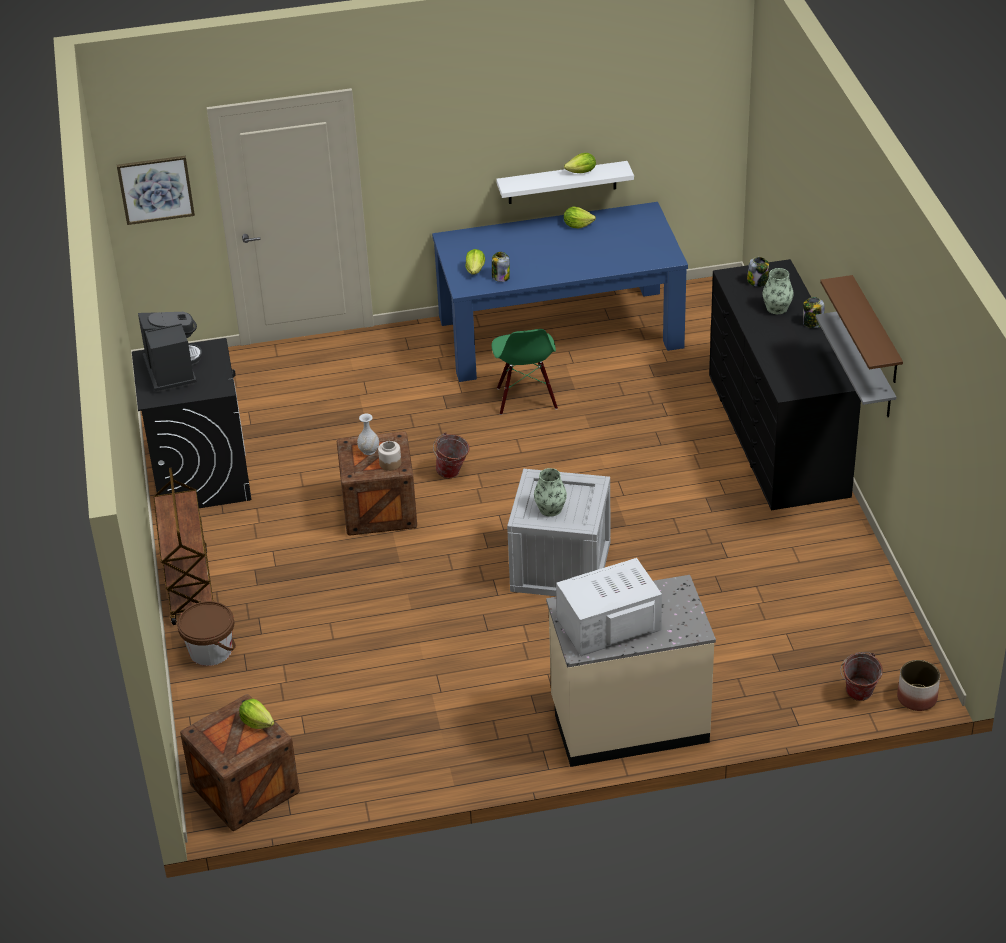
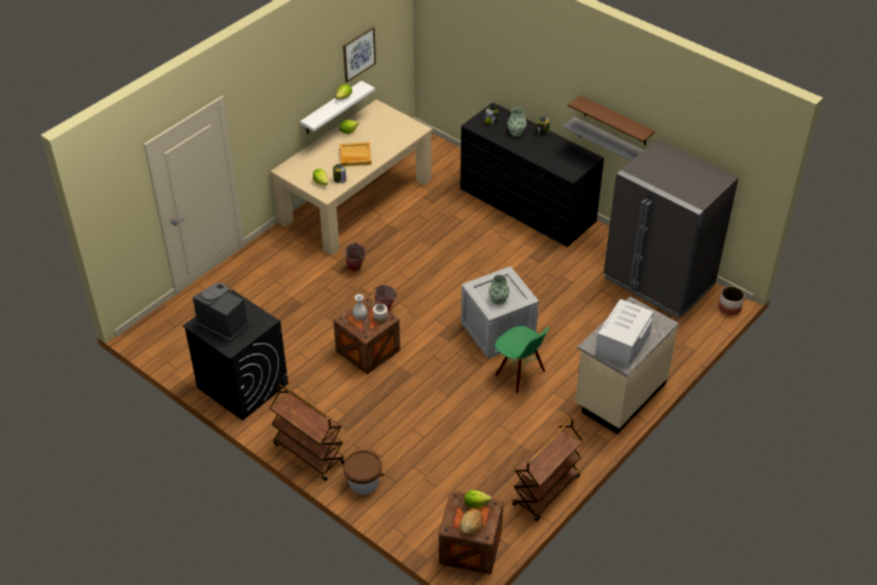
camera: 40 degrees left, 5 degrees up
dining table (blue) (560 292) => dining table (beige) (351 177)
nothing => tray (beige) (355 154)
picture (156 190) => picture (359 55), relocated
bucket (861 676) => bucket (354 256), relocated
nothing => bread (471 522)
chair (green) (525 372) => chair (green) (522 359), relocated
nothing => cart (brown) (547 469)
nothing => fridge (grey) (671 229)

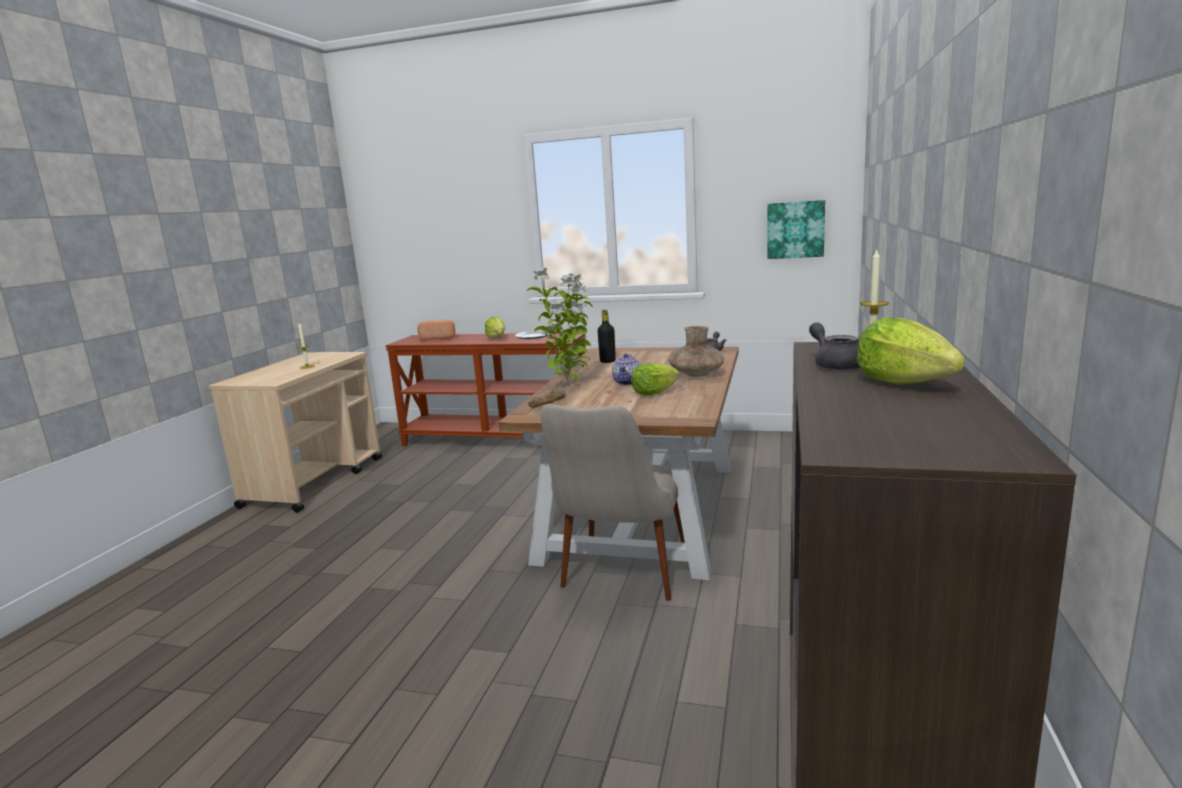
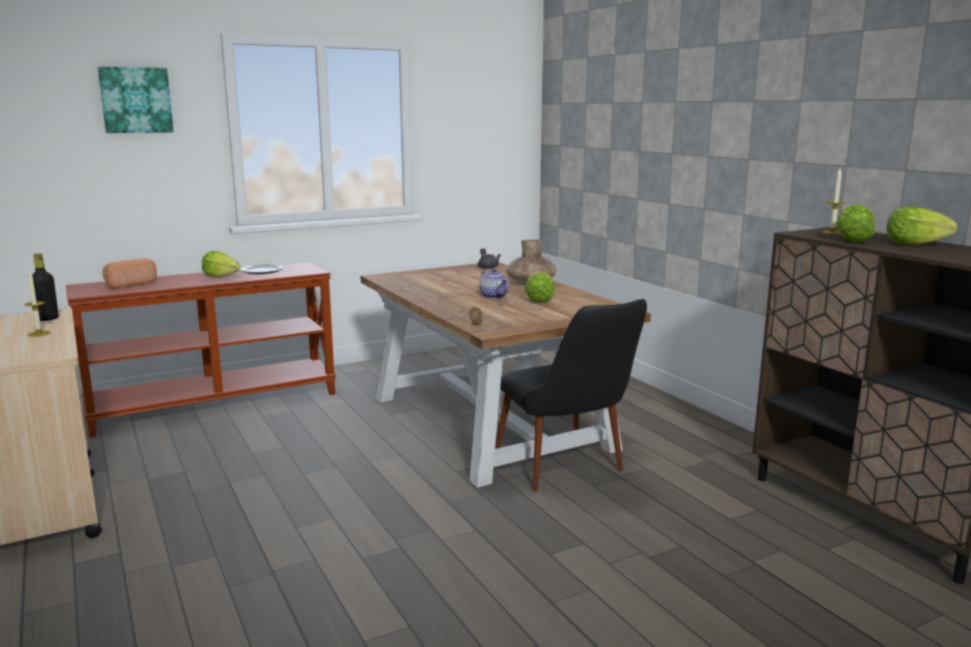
camera: 45 degrees left, 0 degrees up
bottle (black) (606 336) => bottle (black) (46 287), relocated
picture (796 229) => picture (136 99), relocated
chair (beige) (613 502) => chair (black) (571 395)
teapot (grey) (835 346) => lettuce (855 223)
potted plant (560 326) => nothing

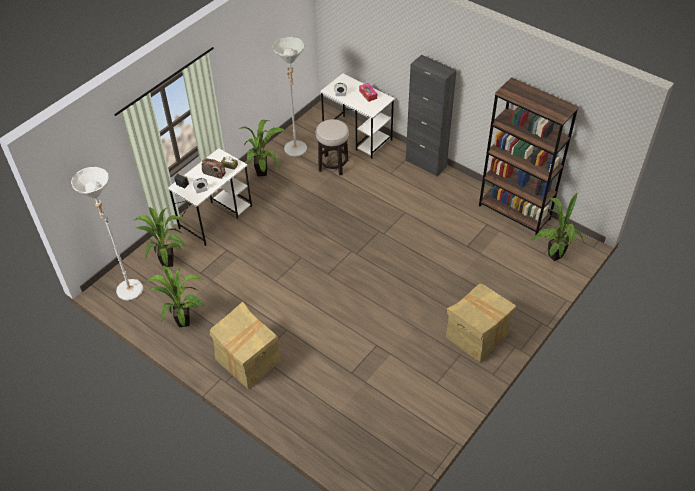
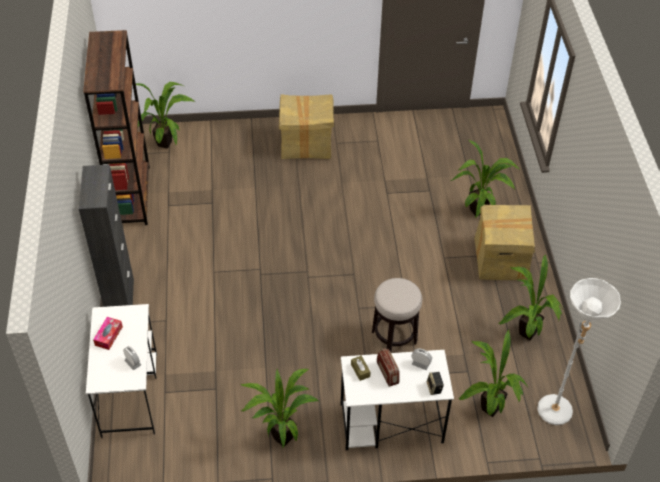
camera: 135 degrees left, 0 degrees up
stool (332 147) => stool (397 315), relocated
nothing => potted plant (485 178)
floor lamp (grey) (290 97) => nothing

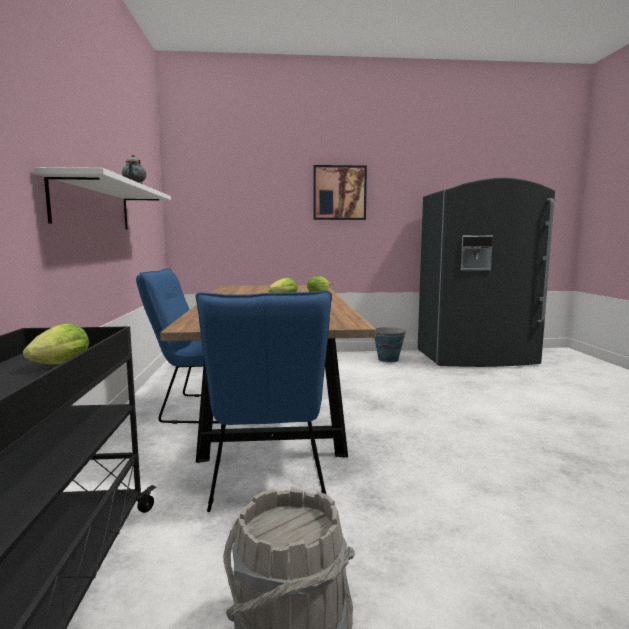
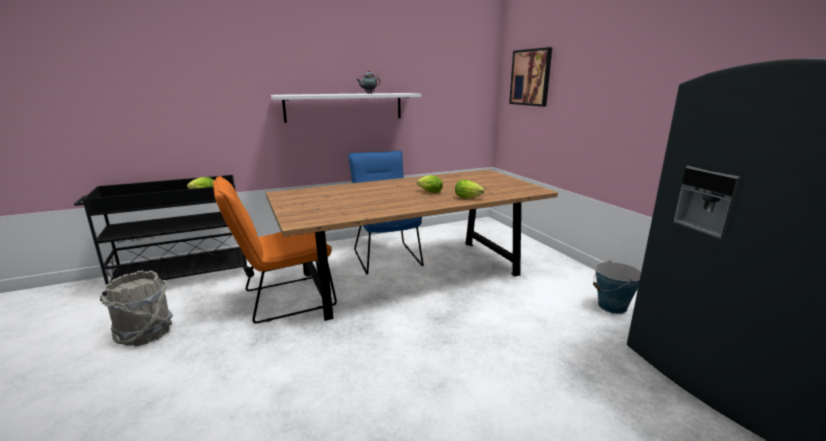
camera: 70 degrees right, 10 degrees up
chair (blue) (263 401) => chair (orange) (275 249)
picture (340 192) => picture (530 77), relocated

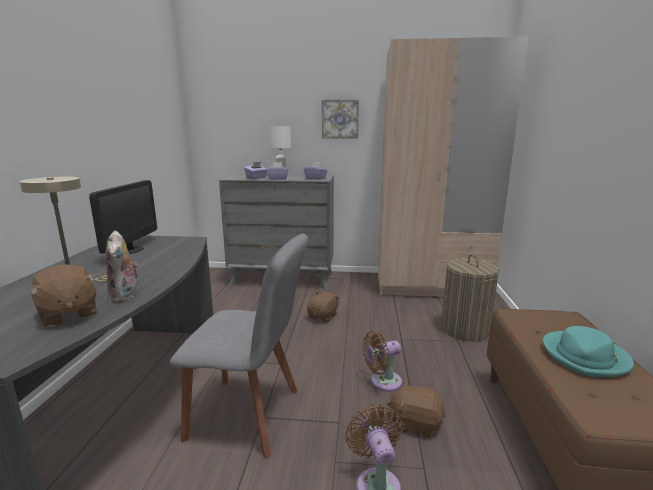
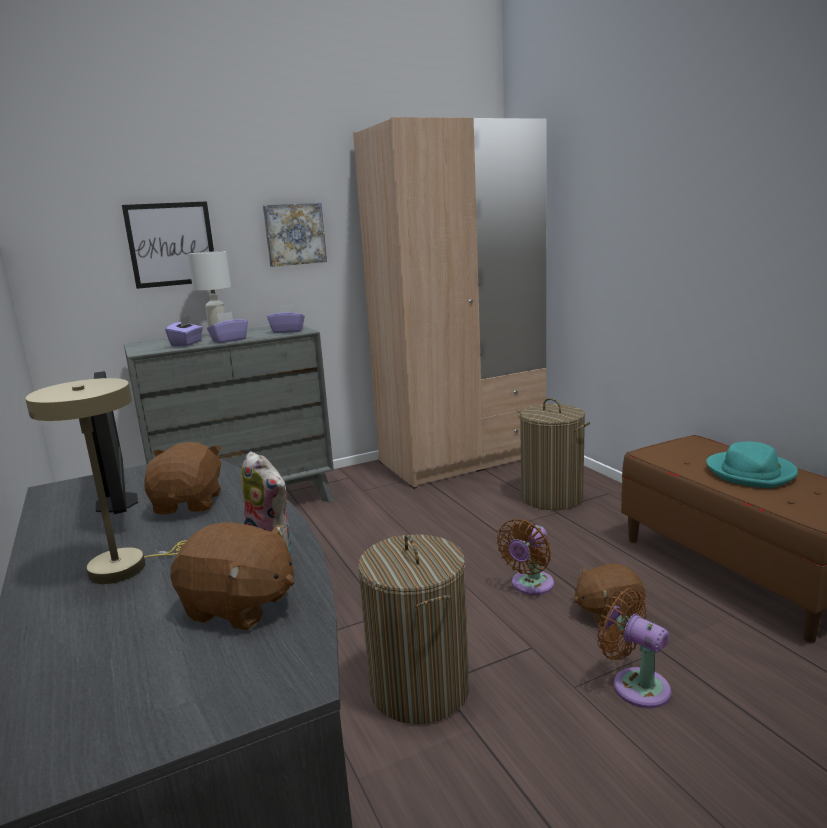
camera: 30 degrees left, 0 degrees up
nothing => picture (168 245)
plush toy (brown) (323 307) => plush toy (brown) (183 478), relocated
chair (grey) (239 346) => laundry basket (413 629)

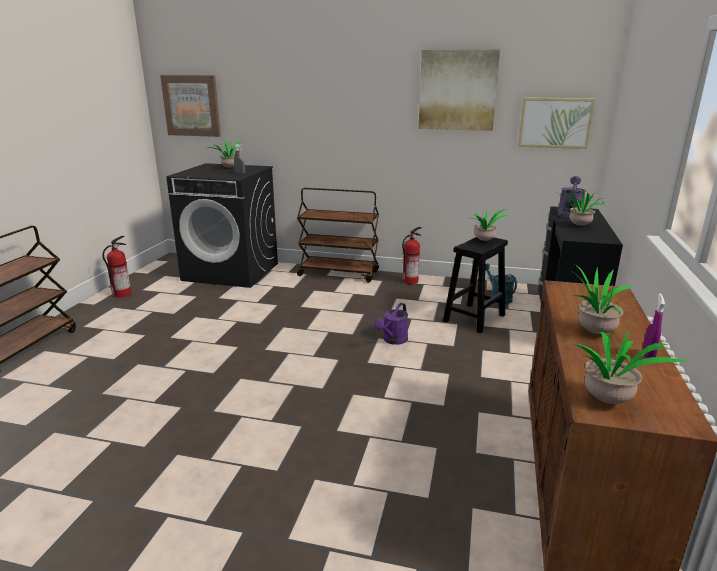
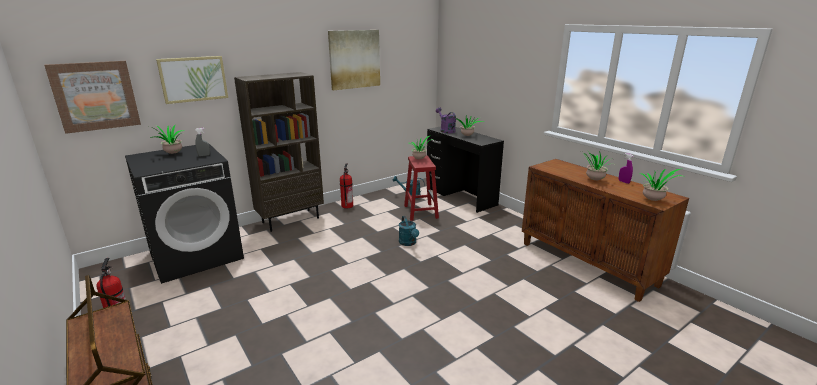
camera: 50 degrees left, 0 degrees up
picture (556 123) => picture (192 80), relocated
cart (brown) (338 235) => bookcase (brown) (279 152)
watering can (purple) (391 324) => watering can (turquoise) (409 231)
stool (black) (475 285) => stool (red) (421 188)

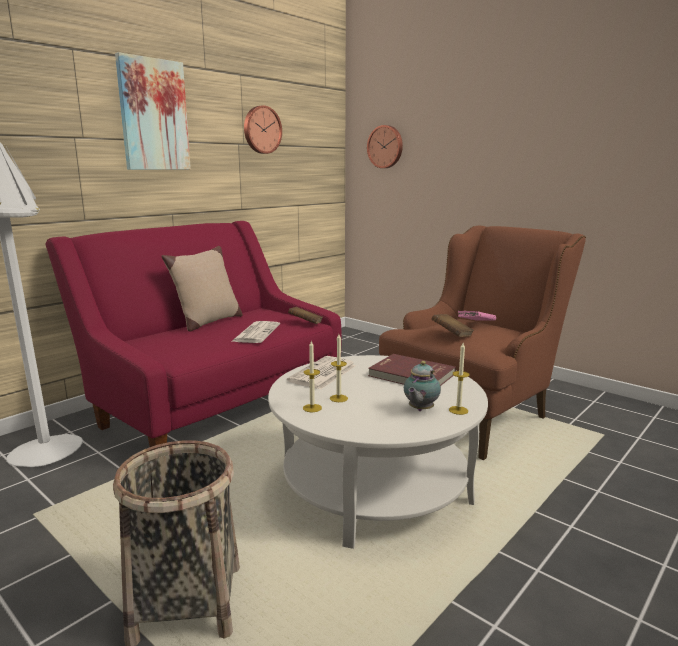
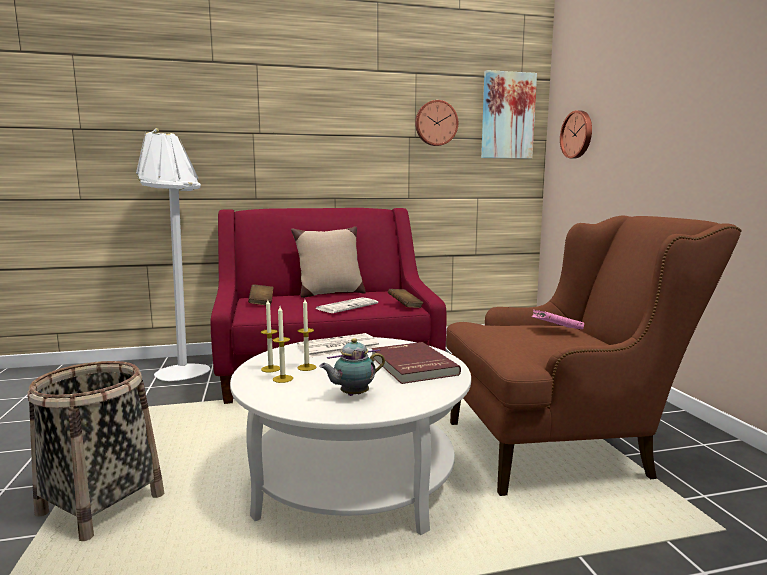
camera: 35 degrees right, 5 degrees down
book (brown) (453 325) => book (brown) (261 295), relocated
candle (459 379) => candle (283 344), relocated
picture (153 111) => picture (509 114), relocated

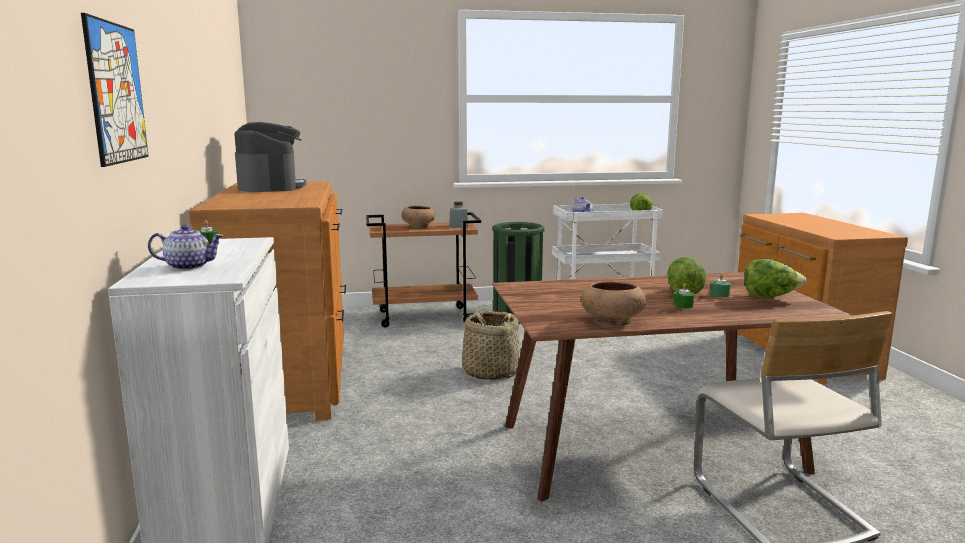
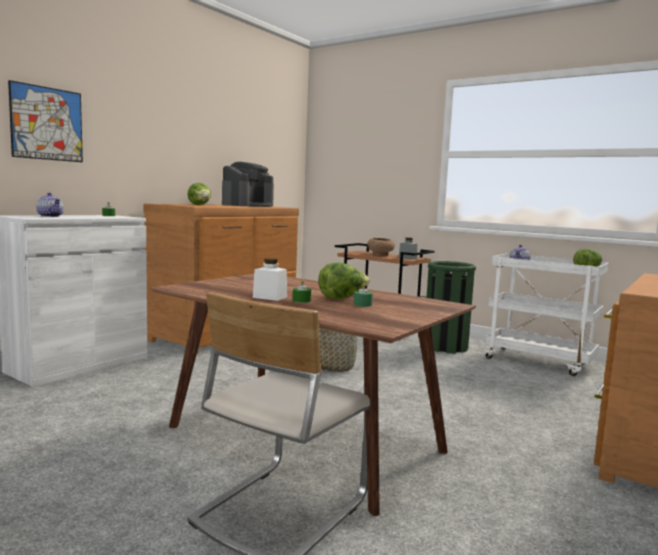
camera: 45 degrees right, 5 degrees down
lettuce (775 278) => lettuce (199 194), relocated
nothing => jar (white) (270 279)
bowl (brown) (613 304) => nothing

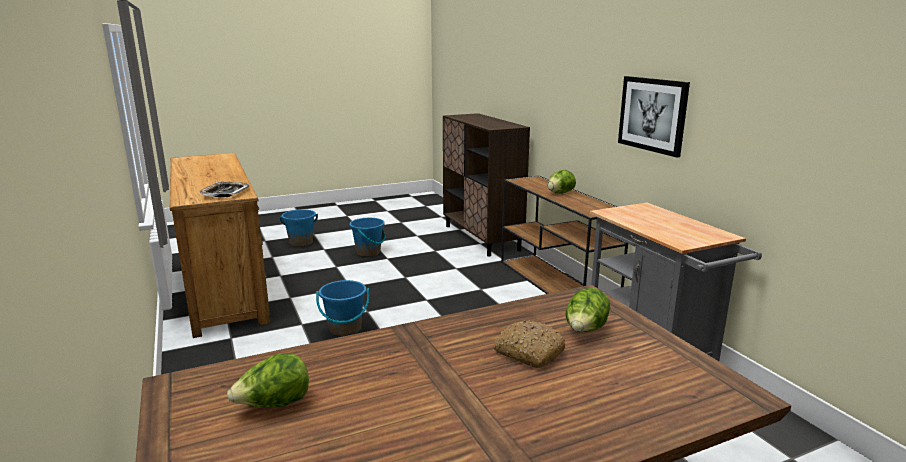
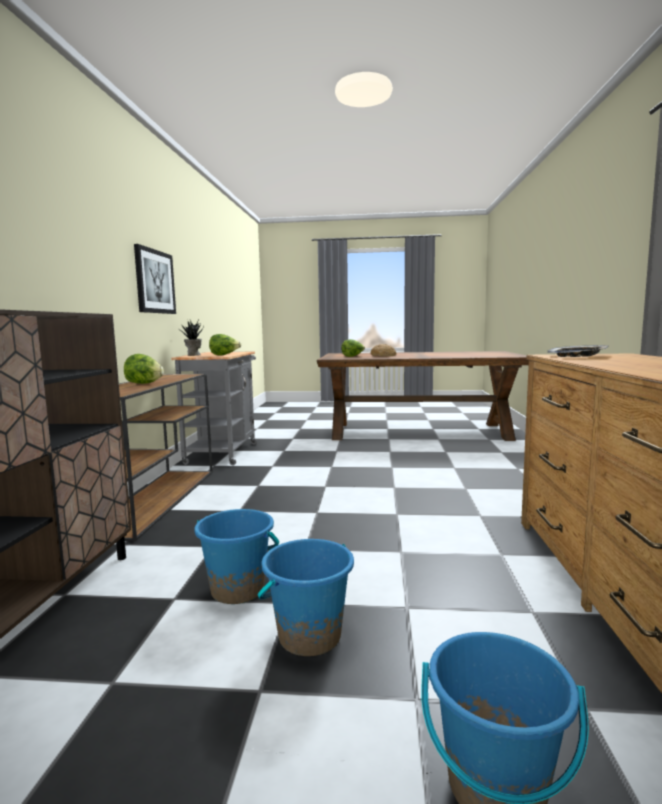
camera: 150 degrees left, 10 degrees down
nothing => potted plant (192 337)
bucket (blue) (342 308) => bucket (blue) (236 556), relocated
lettuce (268 380) => lettuce (225 345), relocated

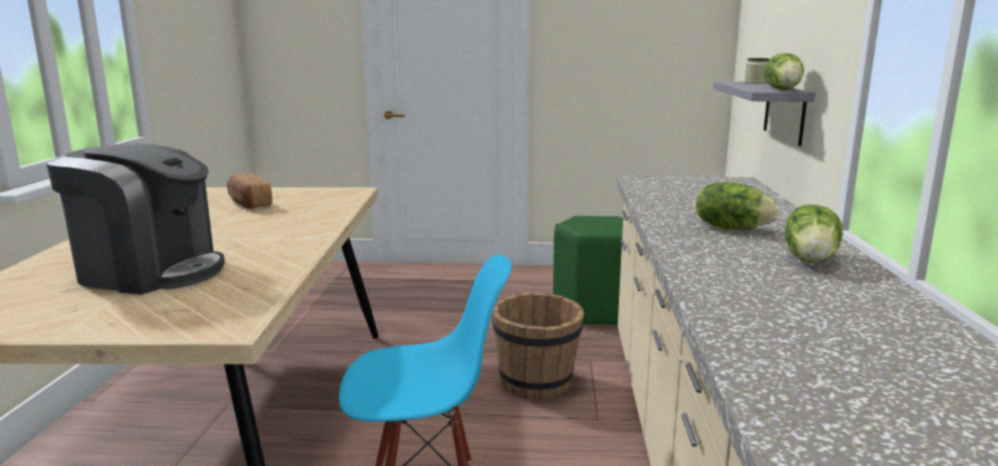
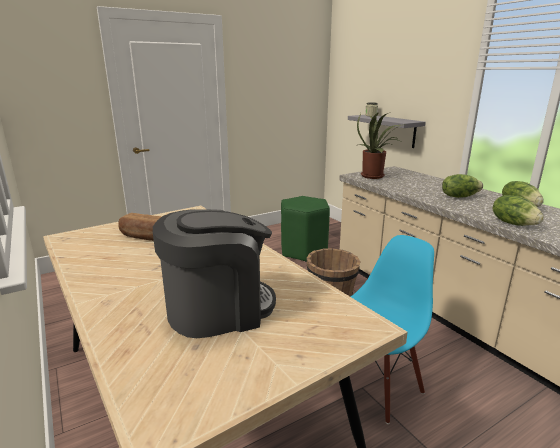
camera: 35 degrees left, 5 degrees up
nothing => potted plant (381 145)
lettuce (784 71) => lettuce (518 210), relocated

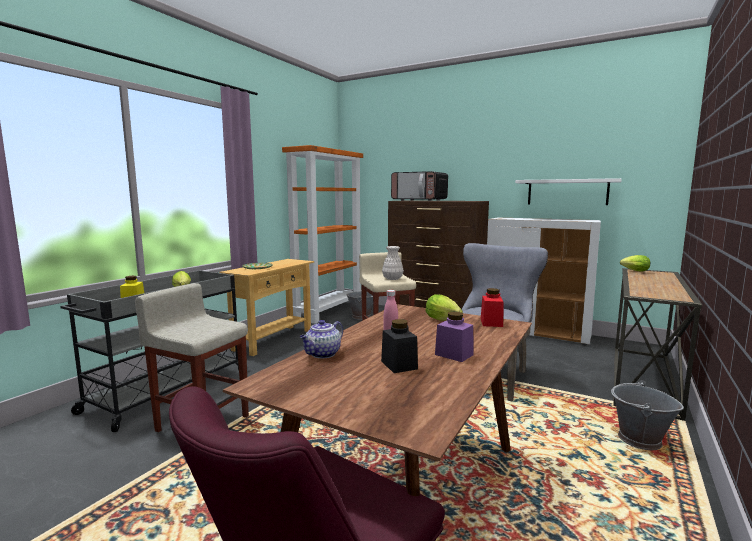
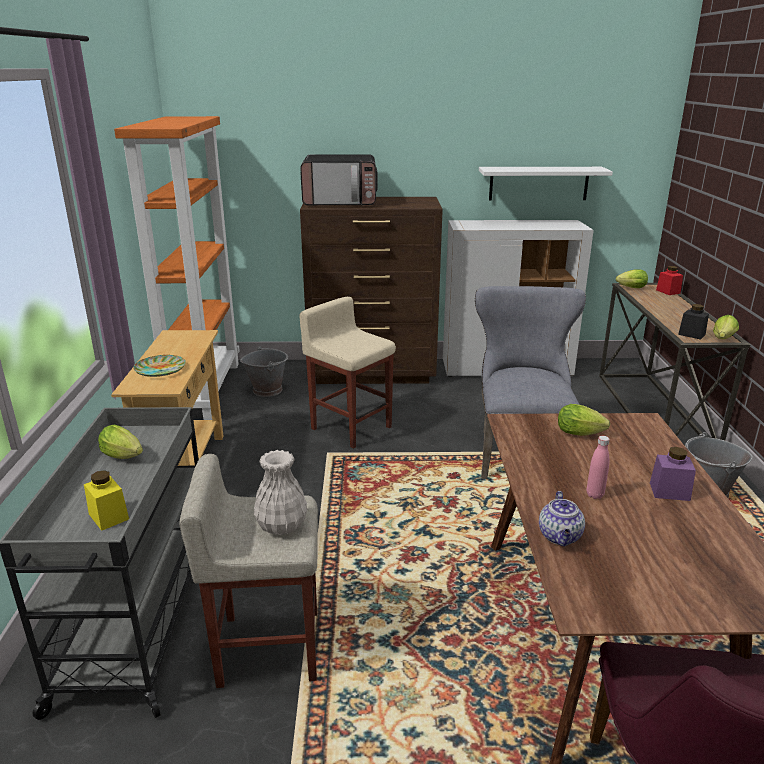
camera: 30 degrees left, 15 degrees up
vase (white) (393 263) => vase (white) (280 492), relocated
jar (red) (492 307) => jar (red) (669 280), relocated
jar (black) (399 346) => jar (black) (693 322), relocated
nothing => lettuce (726 327)

